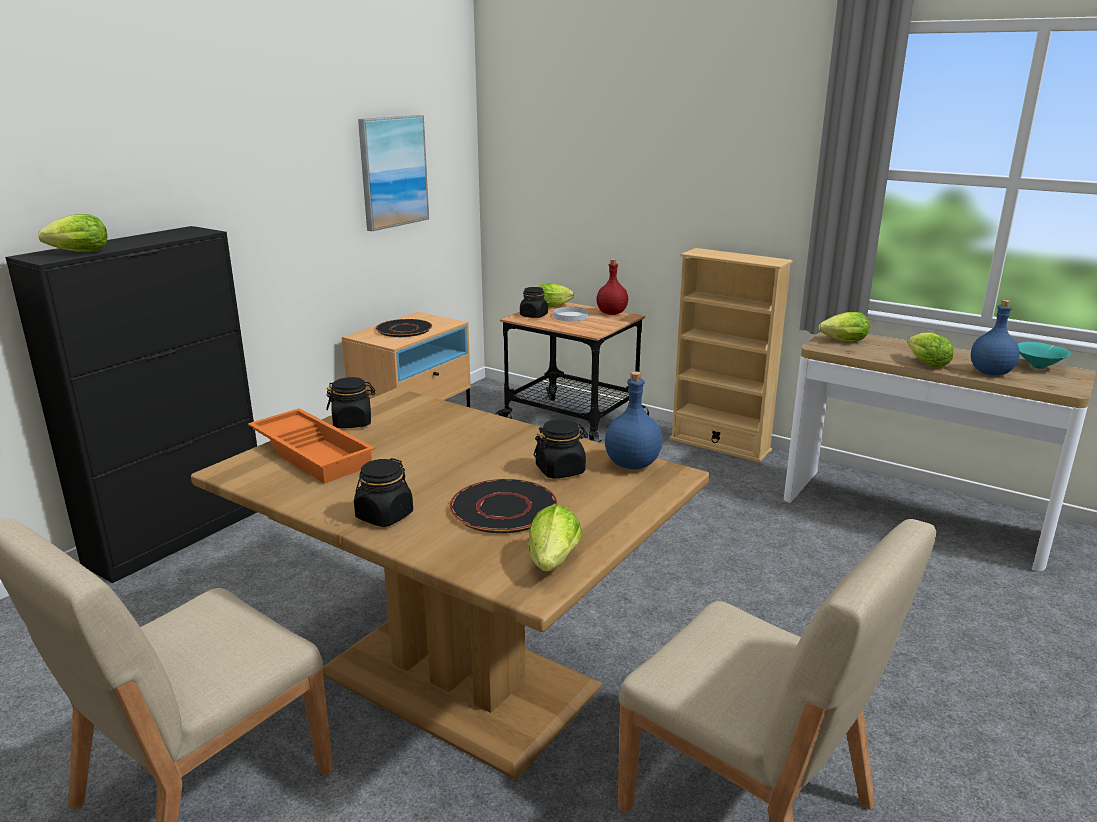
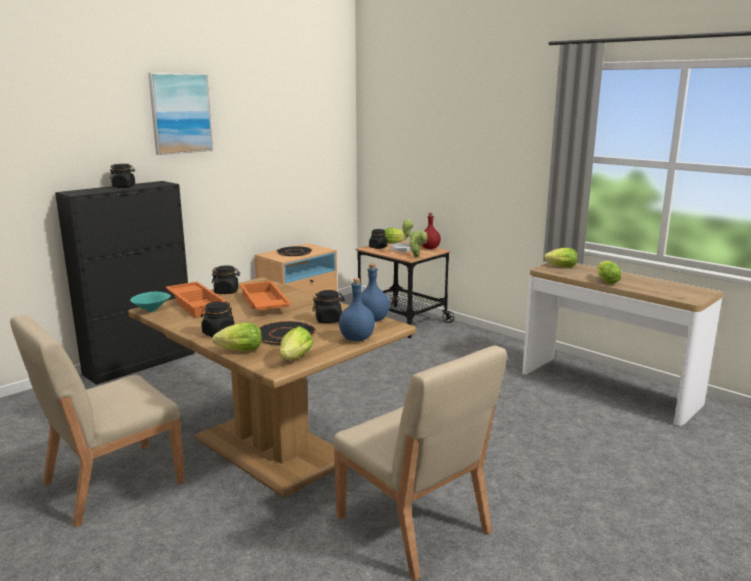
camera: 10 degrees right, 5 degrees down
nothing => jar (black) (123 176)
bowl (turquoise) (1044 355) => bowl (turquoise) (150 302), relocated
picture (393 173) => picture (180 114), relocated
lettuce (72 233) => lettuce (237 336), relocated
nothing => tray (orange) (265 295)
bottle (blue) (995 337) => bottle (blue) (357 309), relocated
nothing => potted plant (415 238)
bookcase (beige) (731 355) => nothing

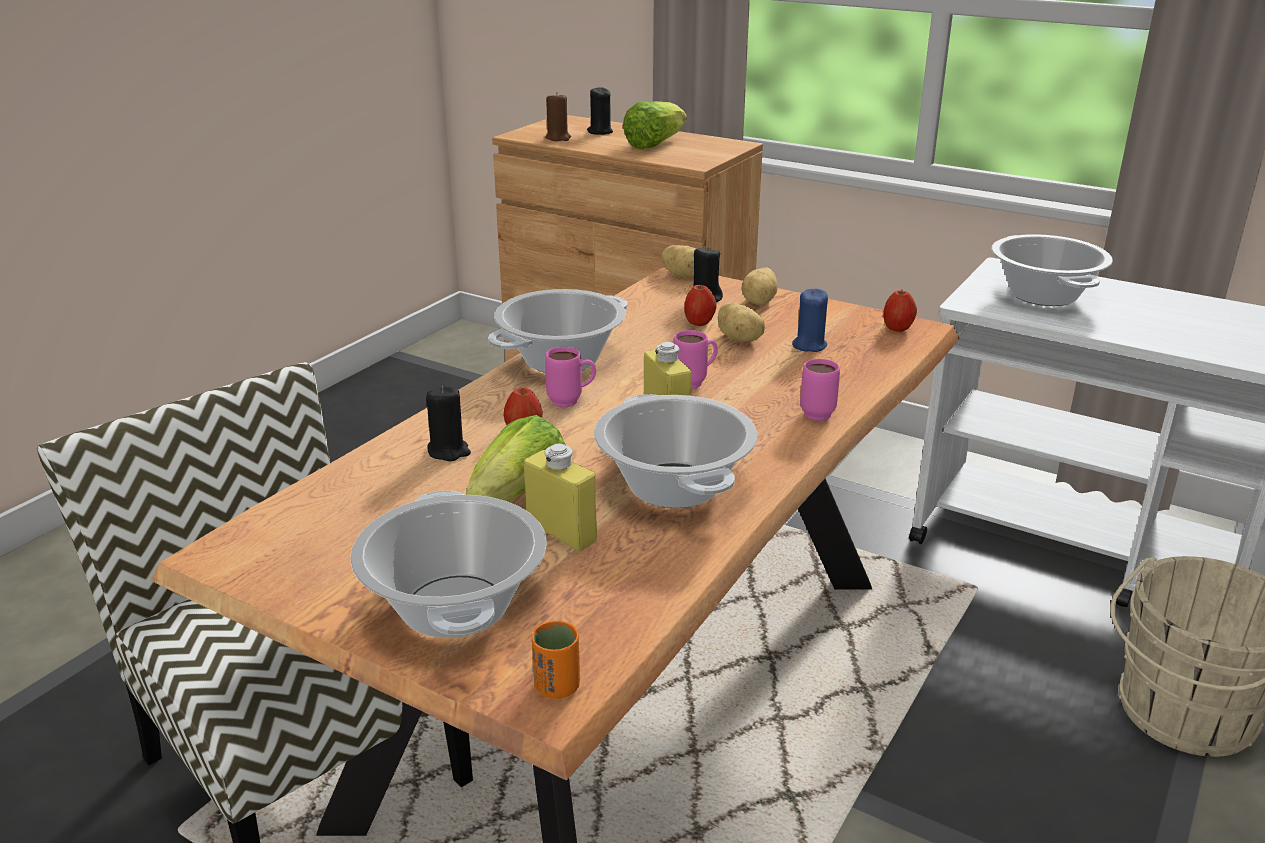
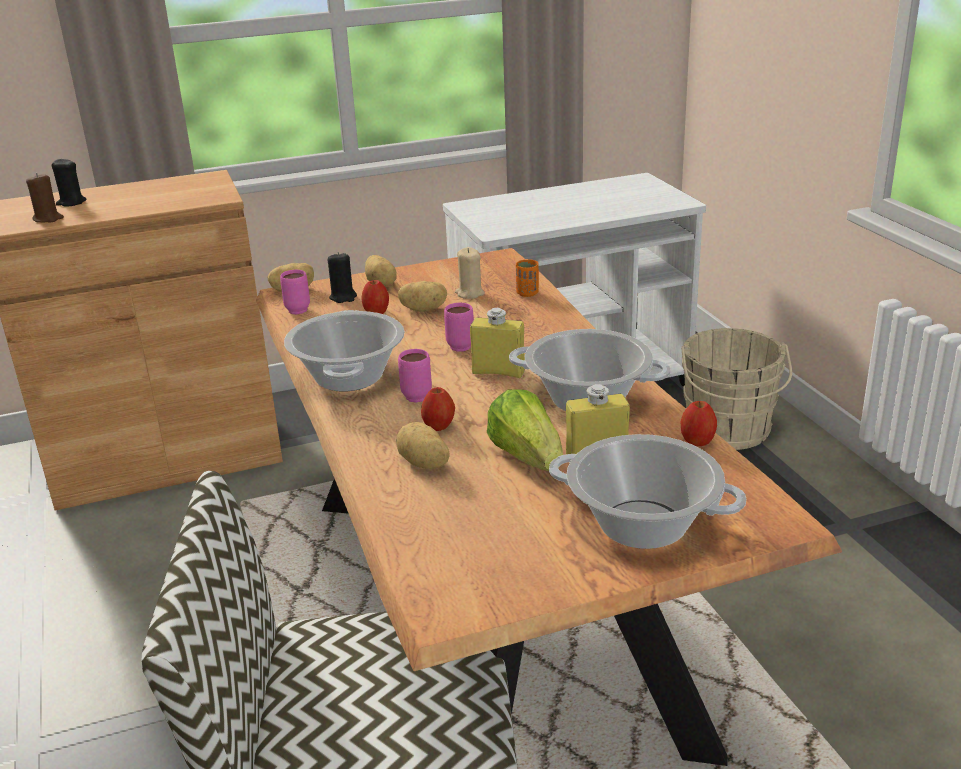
camera: 50 degrees left, 0 degrees up
mug (pink) (820 390) => mug (pink) (295 292), relocated
candle (black) (448 423) => potato (423 445)
candle (blue) (810 320) => candle (beige) (470 273)
cup (orange) (556 660) => cup (orange) (527 278), relocated
apple (900 311) => apple (699 423), relocated
lettuce (655 125) => nothing
cooking pot (1052 270) => nothing

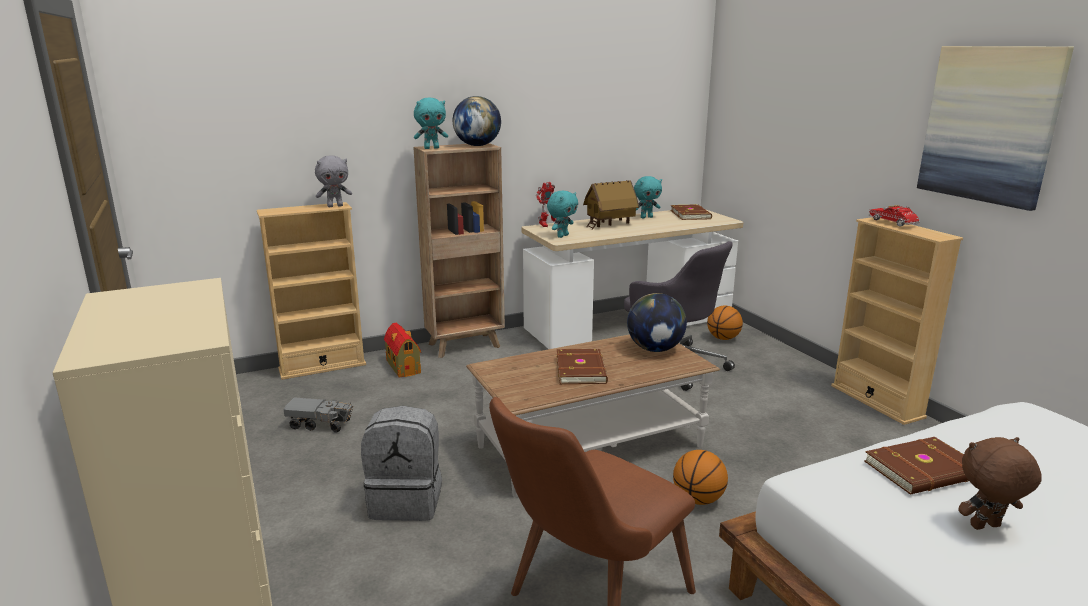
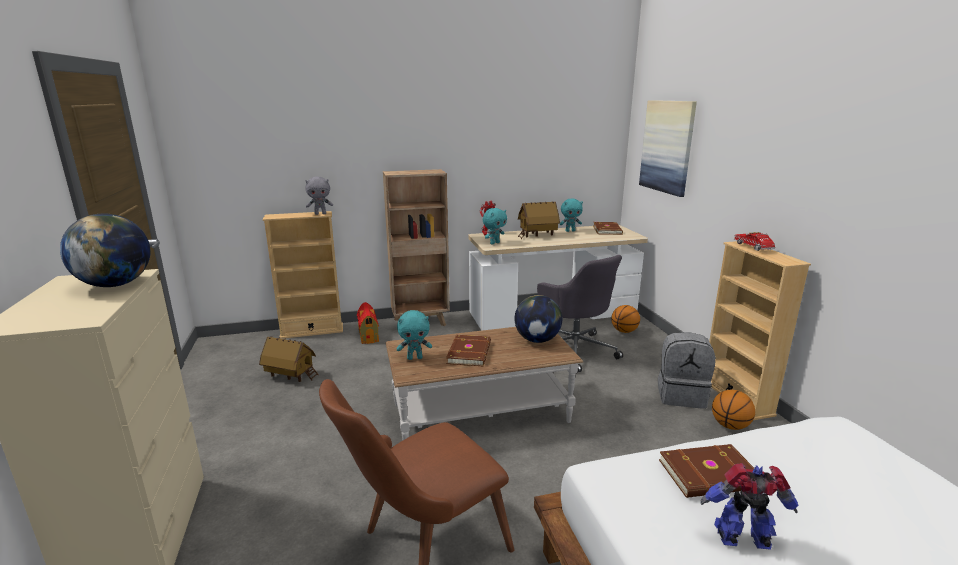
camera: 10 degrees right, 0 degrees up
globe (477 121) => globe (105 250), relocated
toy truck (318 415) => toy house (289 359)
plush toy (turquoise) (431 123) => plush toy (turquoise) (414 335), relocated
picture (995 128) => picture (668 148), relocated
backpack (grey) (401 463) => backpack (grey) (687 370), relocated
plush toy (brown) (1000 483) => toy robot (749 506)
basketball (700 477) => basketball (733 410), relocated

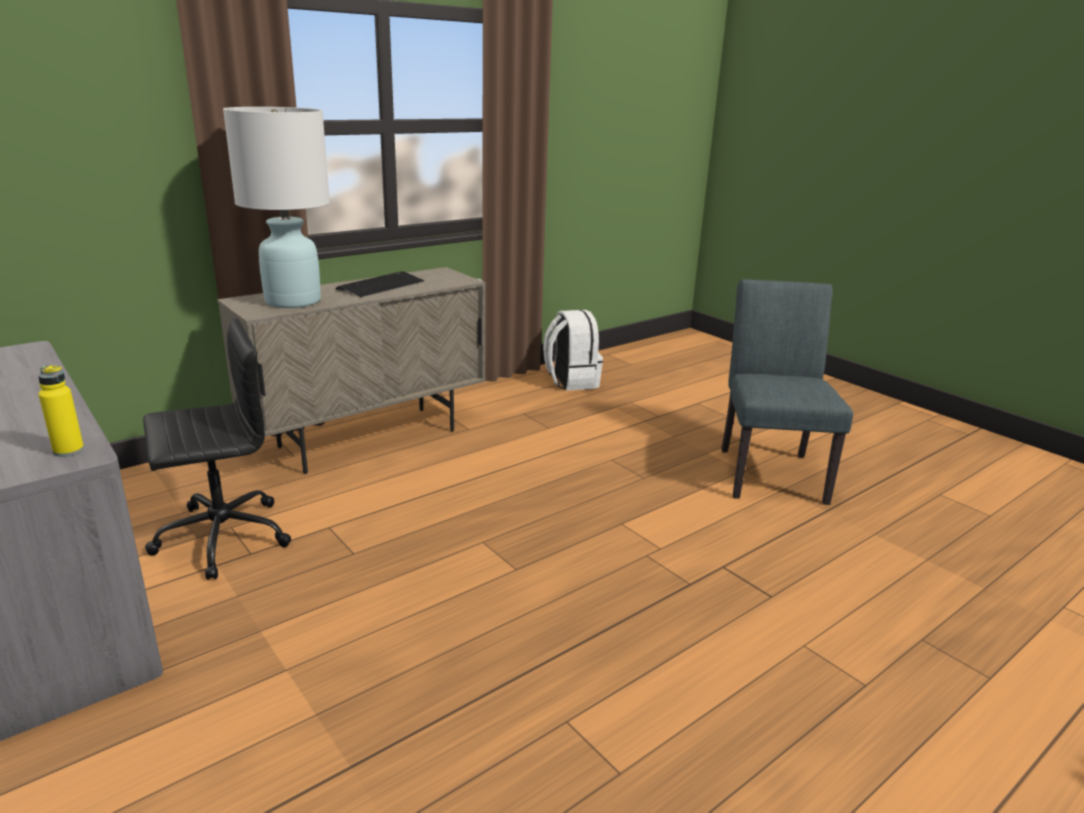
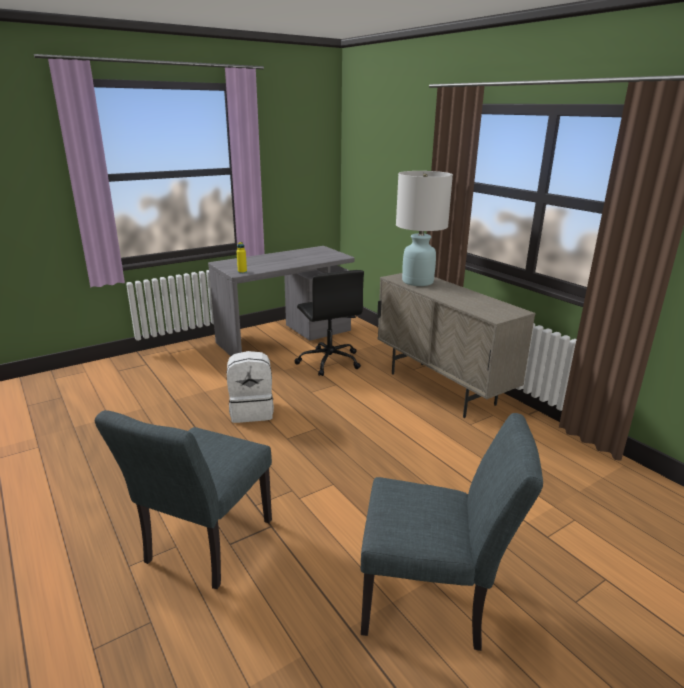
camera: 95 degrees right, 0 degrees up
nothing => chair (grey) (183 499)
backpack (white) (573 350) => backpack (white) (250 387), relocated
keyboard (380 284) => nothing

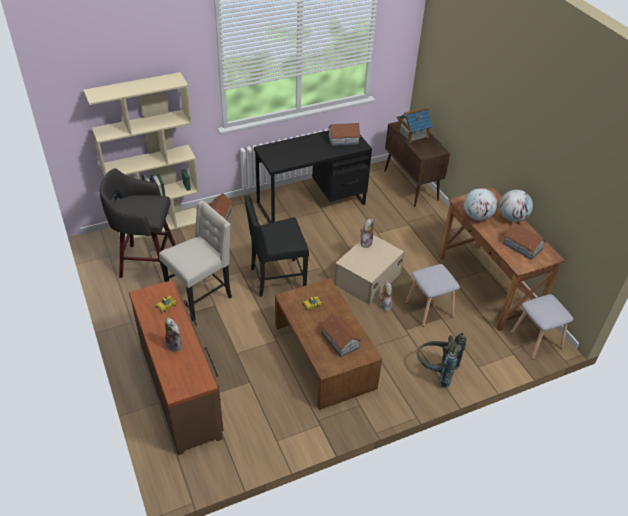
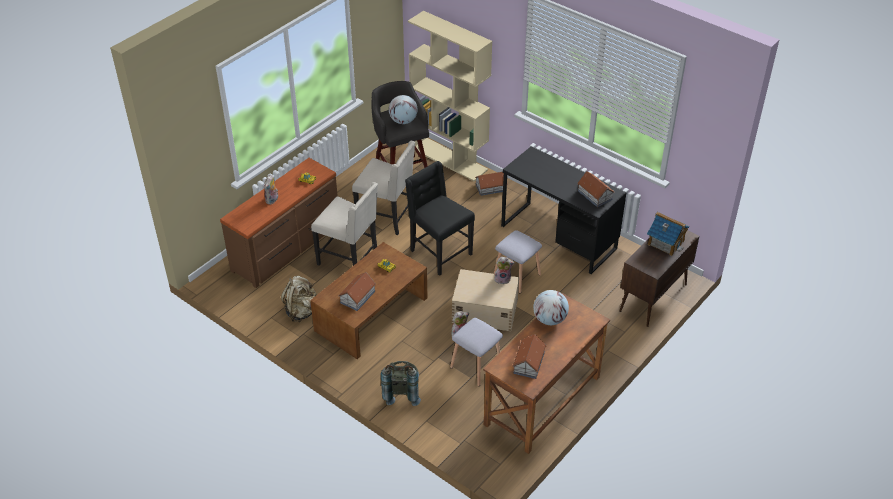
camera: 65 degrees right, 0 degrees up
nothing => backpack (beige) (299 299)
nothing => chair (beige) (344 224)
globe (516 206) => globe (403 109), relocated
stool (grey) (542 326) => stool (grey) (518 261), relocated

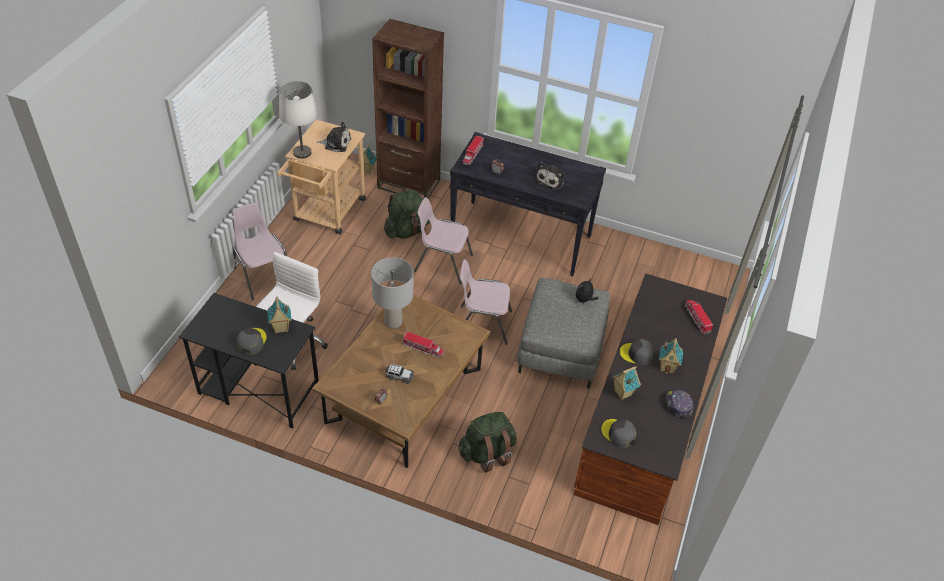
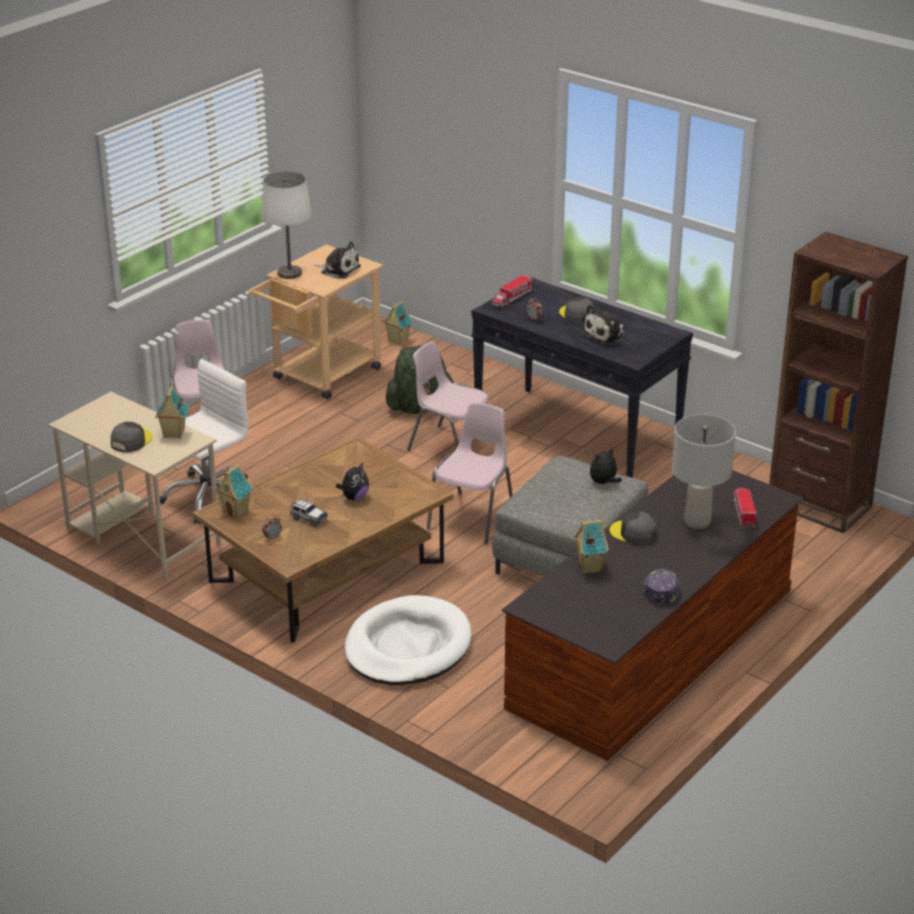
camera: 20 degrees right, 15 degrees down
desk (black) (249 361) => desk (beige) (134 486)
toy house (671 356) => toy house (234 491), relocated
toy truck (423 345) => plush toy (352 481)
backpack (green) (487 442) => dog bed (white) (408 640)
chair (pink) (486 302) => chair (pink) (470 473), 90 degrees clockwise
cap (grey) (619 433) => cap (grey) (576 310), relocated
table lamp (grey) (392 293) => table lamp (grey) (704 471), relocated
bookcase (brown) (408 109) => bookcase (brown) (838 382), relocated

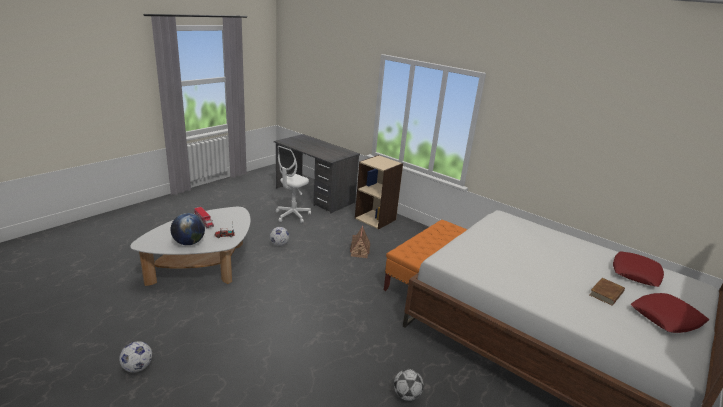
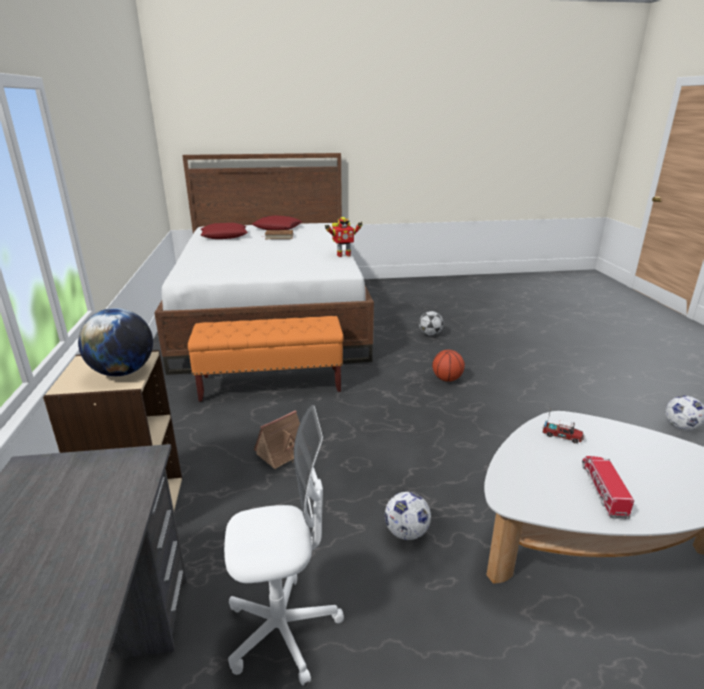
camera: 135 degrees left, 0 degrees up
globe (188 229) => globe (115 342), relocated
nothing => toy robot (343 237)
nothing => basketball (448 366)

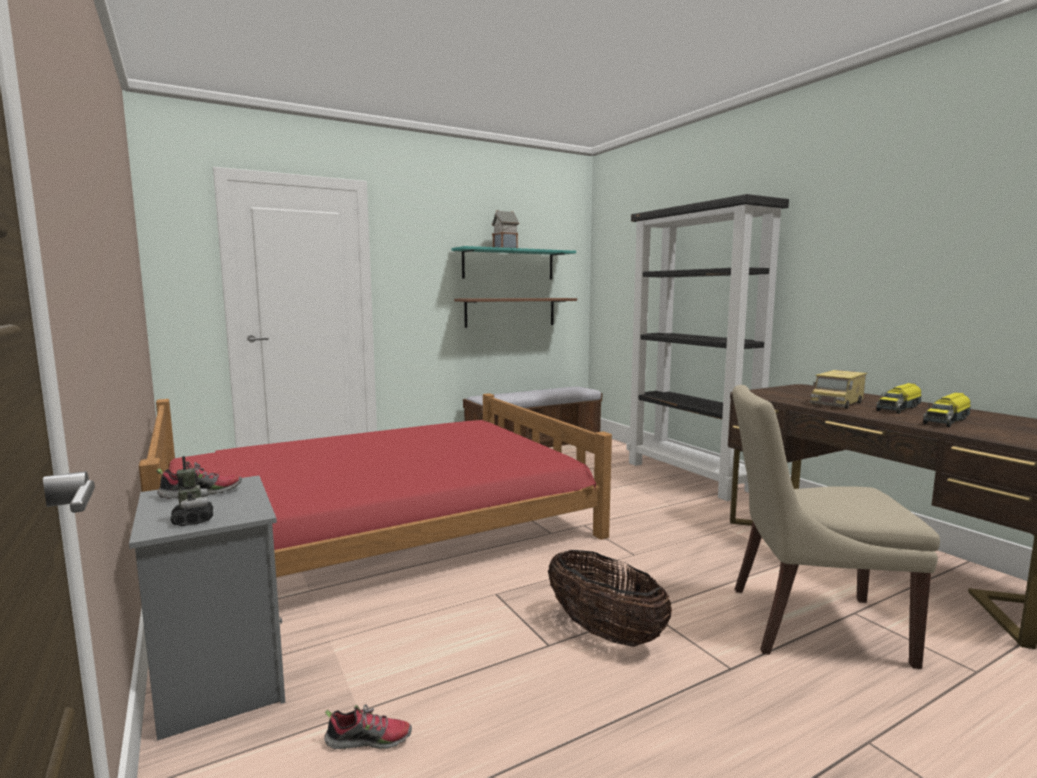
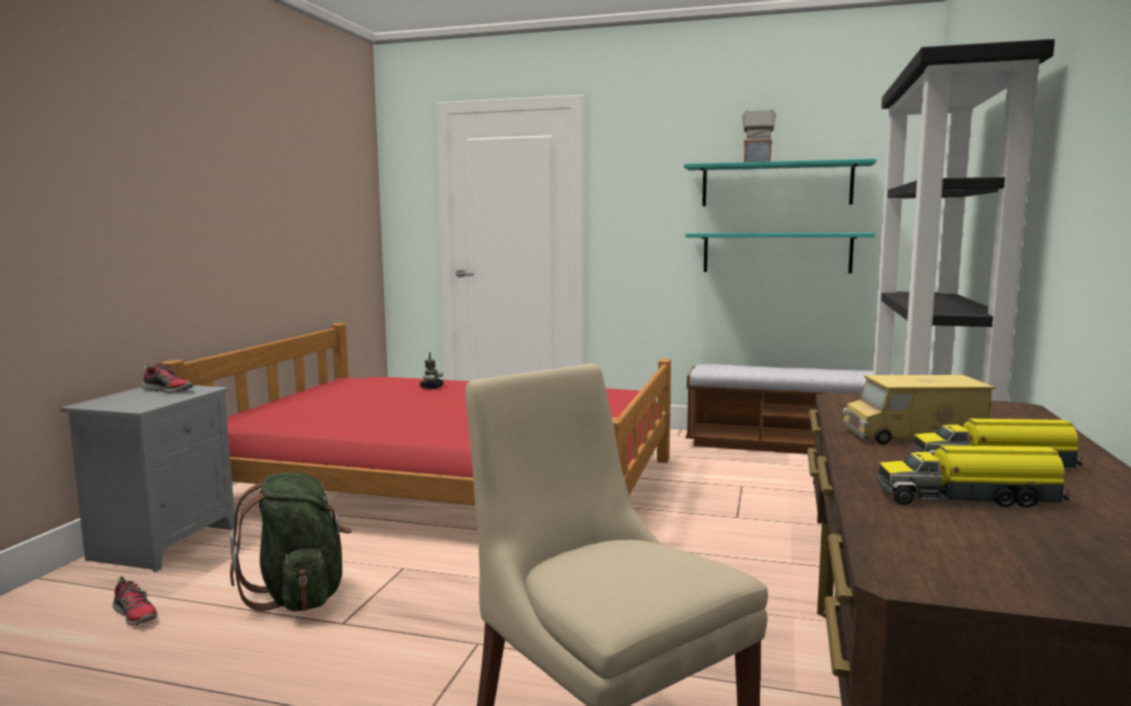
camera: 45 degrees right, 0 degrees up
nothing => backpack (green) (291 541)
toy robot (191 491) => toy robot (432 370), relocated
shelf (brown) (515 313) => shelf (turquoise) (780 253)
basket (610 598) => nothing

